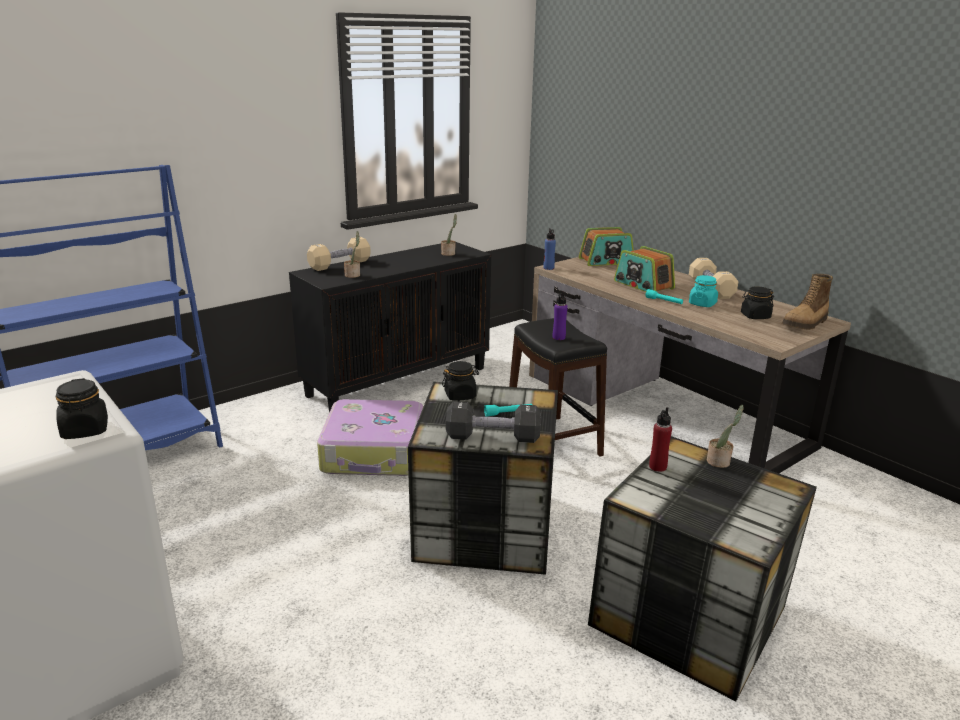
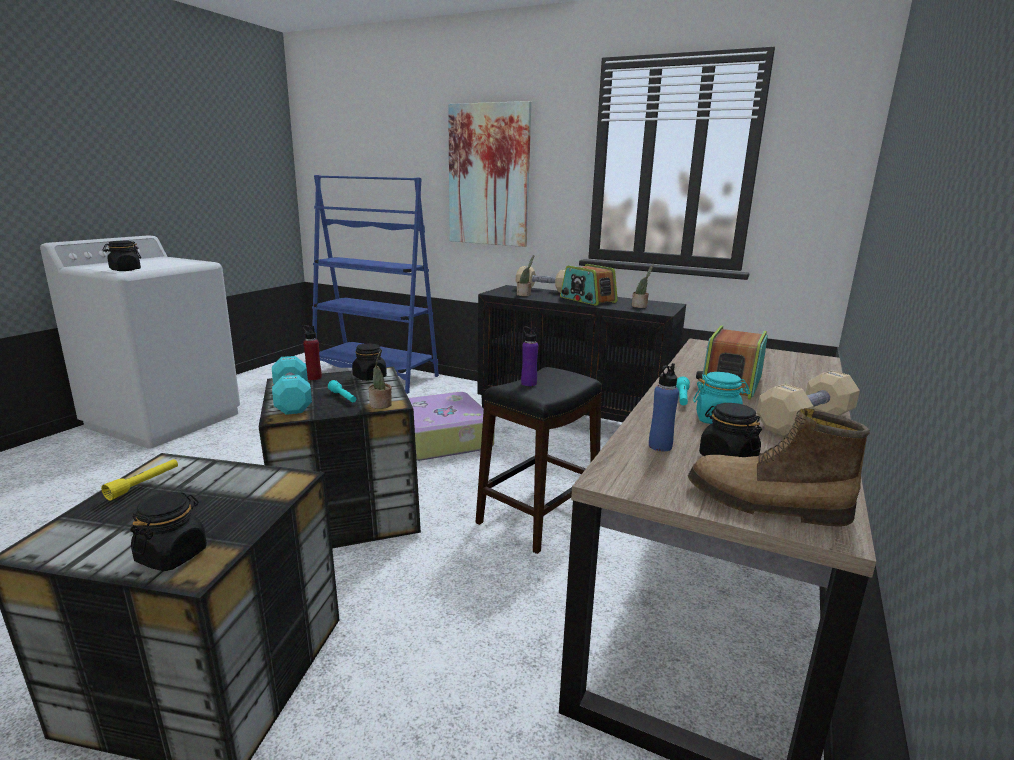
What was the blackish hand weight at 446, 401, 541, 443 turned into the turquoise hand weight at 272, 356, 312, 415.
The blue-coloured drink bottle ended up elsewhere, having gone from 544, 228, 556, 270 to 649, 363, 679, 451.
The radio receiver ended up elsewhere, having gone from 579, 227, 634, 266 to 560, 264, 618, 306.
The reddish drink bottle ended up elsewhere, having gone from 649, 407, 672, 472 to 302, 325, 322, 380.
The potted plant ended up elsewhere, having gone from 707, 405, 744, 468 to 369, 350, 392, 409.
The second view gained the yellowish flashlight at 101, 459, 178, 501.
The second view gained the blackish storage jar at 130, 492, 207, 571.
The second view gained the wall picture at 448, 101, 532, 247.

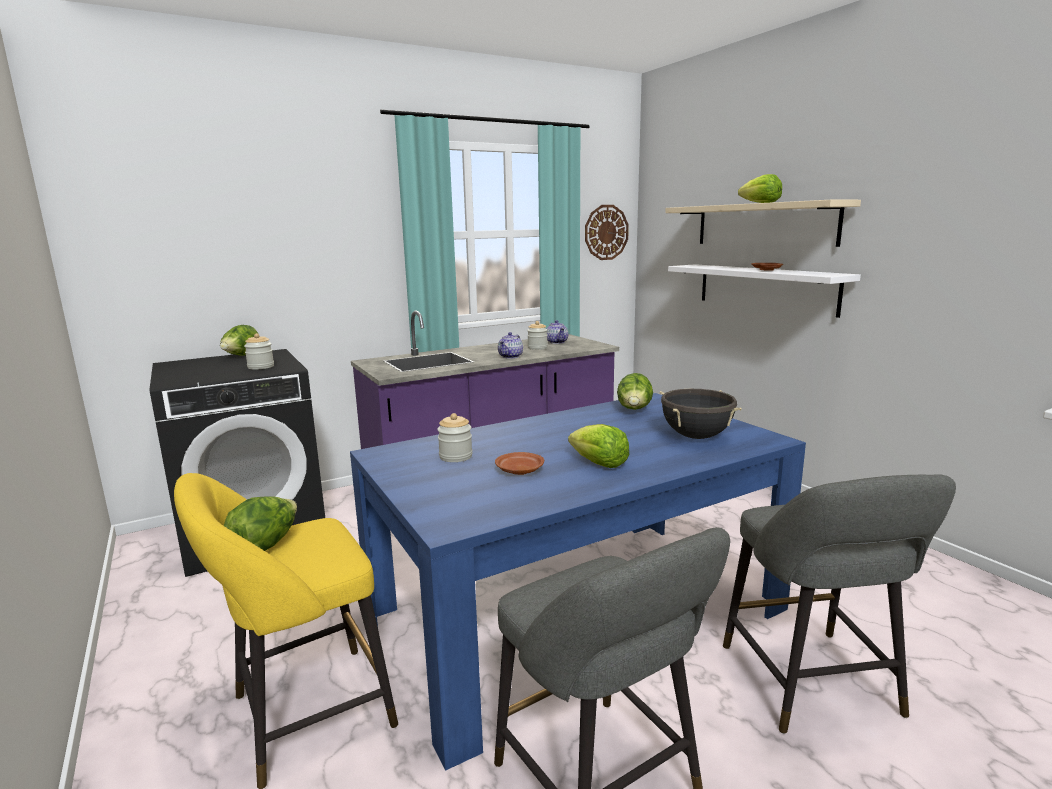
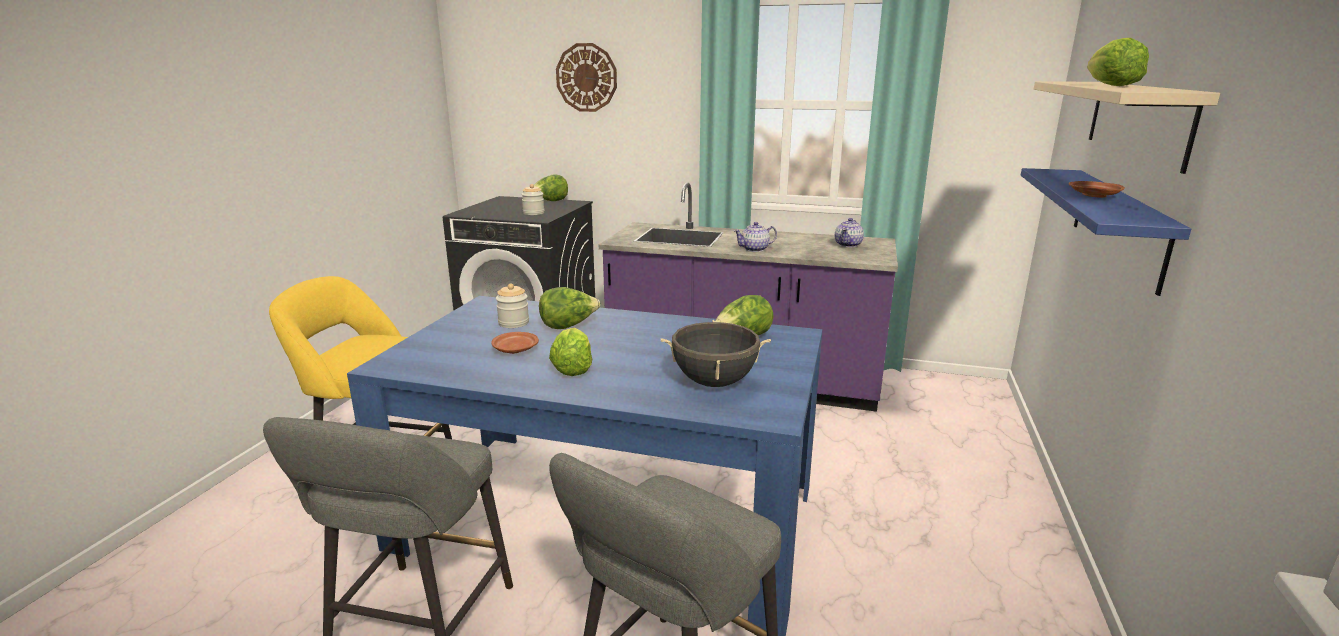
The lettuce head ended up elsewhere, having gone from 224, 497, 297, 551 to 539, 287, 600, 329.
The second view lost the storage jar at 527, 321, 548, 350.
The clock on the wall ended up elsewhere, having gone from 585, 205, 629, 260 to 556, 43, 617, 112.
What was the whitish bracket shelf at 668, 264, 861, 318 turned into the blue-coloured bracket shelf at 1021, 168, 1191, 296.

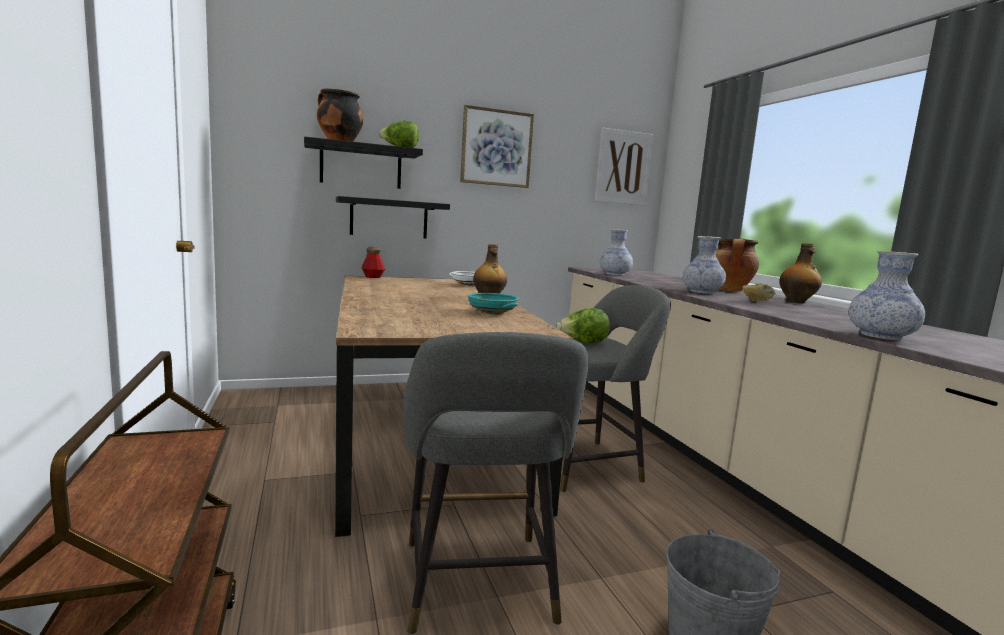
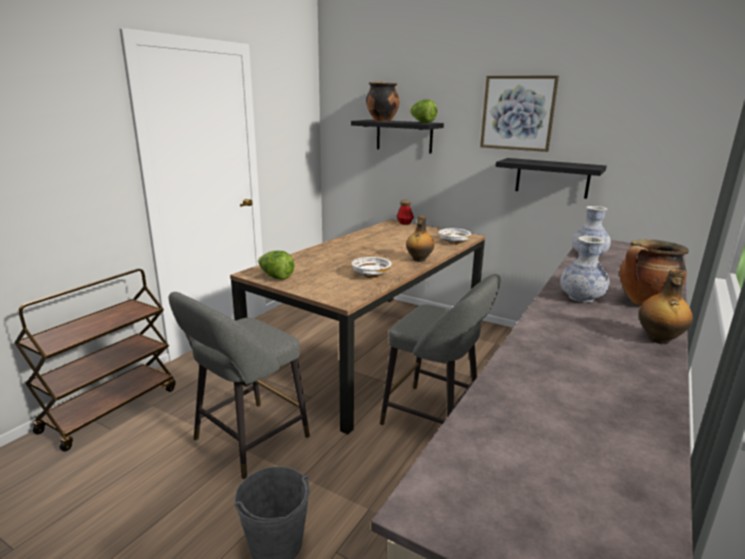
The blackish bracket shelf ended up elsewhere, having gone from 336, 196, 450, 239 to 496, 158, 607, 199.
What was the turquoise deep dish at 468, 293, 519, 315 turned into the whitish deep dish at 352, 257, 392, 278.
The lettuce head ended up elsewhere, having gone from 557, 308, 610, 343 to 258, 251, 295, 280.
The second view lost the wall picture at 595, 128, 654, 206.
The second view lost the bread at 743, 283, 776, 301.
The second view lost the flower vase at 849, 250, 925, 340.

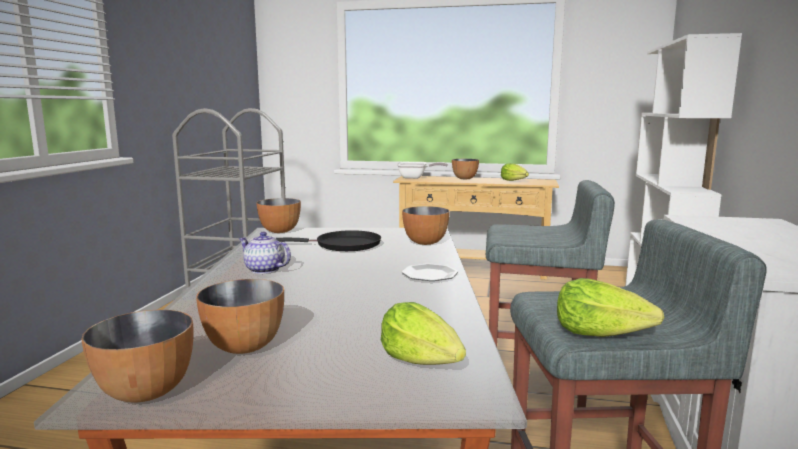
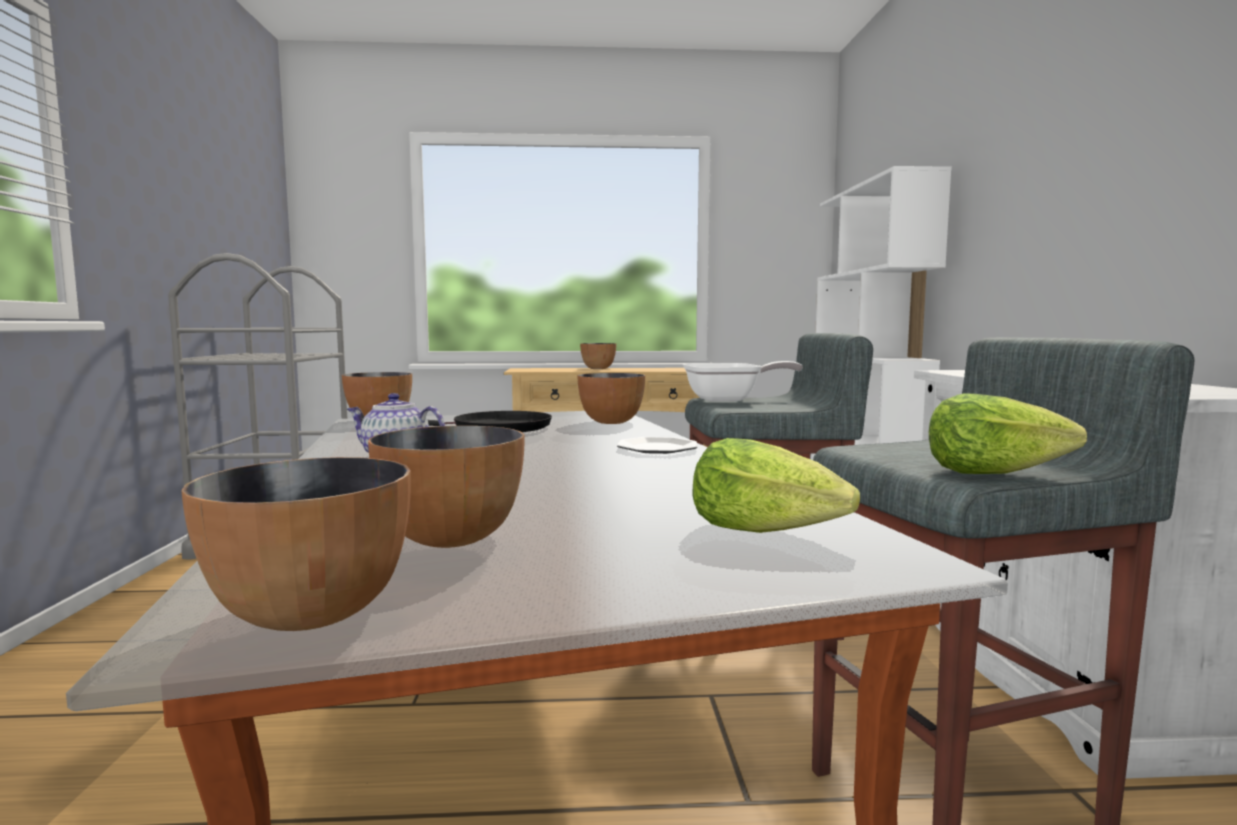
The skillet ended up elsewhere, having gone from 397, 162, 448, 179 to 683, 361, 803, 402.
The second view lost the lettuce head at 501, 163, 529, 181.

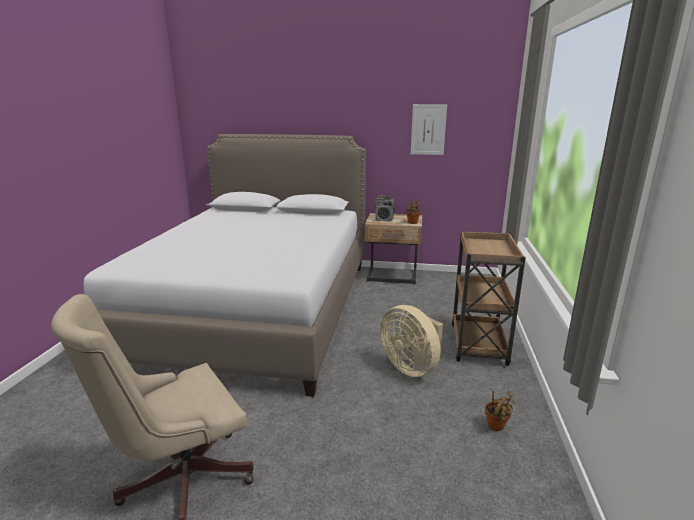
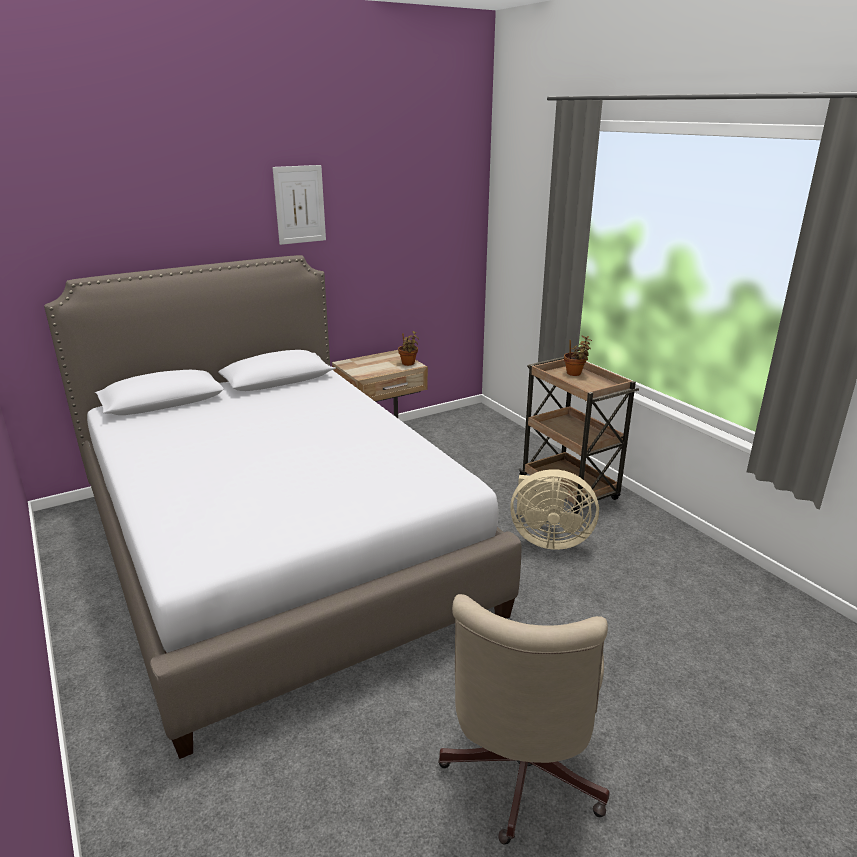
The second view lost the radio receiver at 375, 195, 395, 221.
The wall picture ended up elsewhere, having gone from 411, 104, 447, 155 to 272, 165, 326, 245.
The potted plant ended up elsewhere, having gone from 485, 391, 515, 431 to 564, 336, 592, 376.

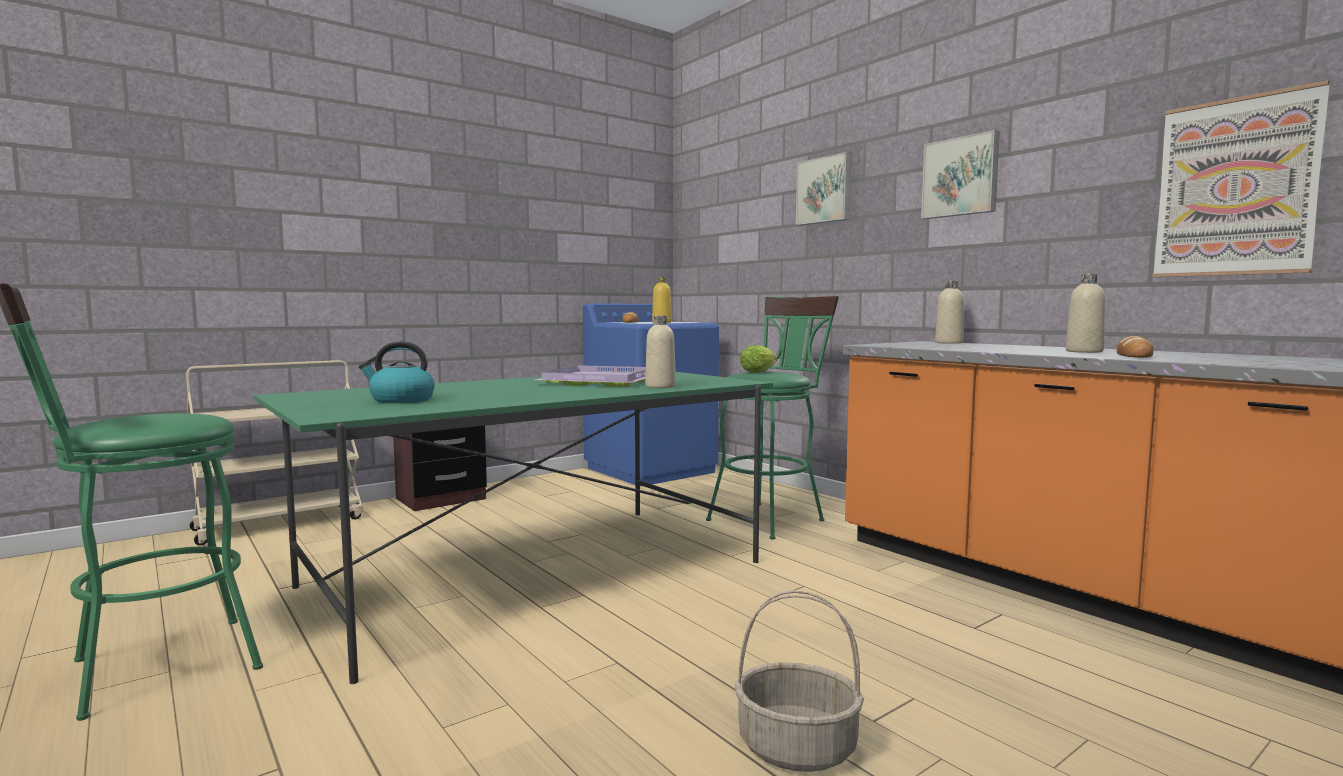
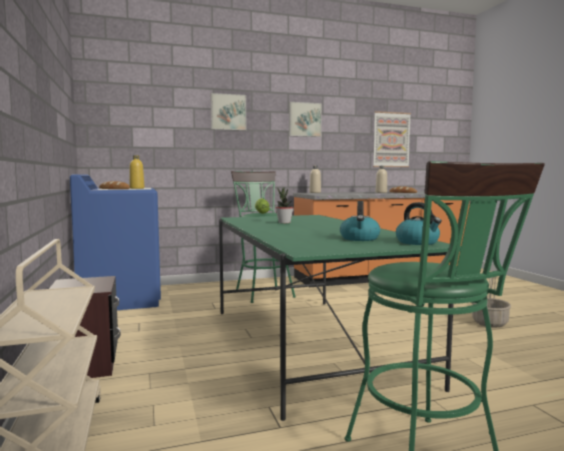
Where the purple tray stood at 535, 365, 646, 387, the potted plant came to stand at 275, 187, 294, 224.
The second view lost the sand-coloured drink bottle at 645, 316, 676, 388.
The second view gained the kettle at 396, 202, 442, 245.

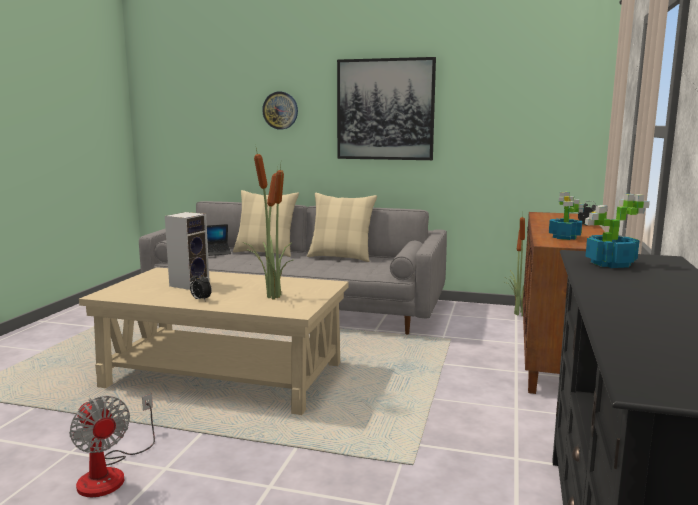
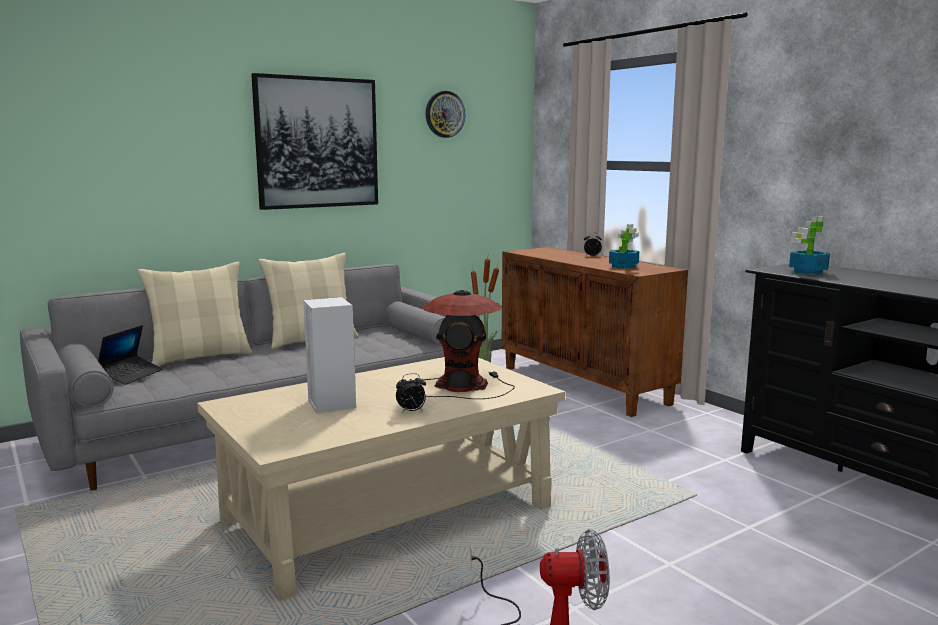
Where the potted plant stood at 243, 144, 294, 300, the table lamp came to stand at 412, 290, 515, 399.
The clock on the wall ended up elsewhere, having gone from 262, 92, 298, 129 to 426, 91, 465, 138.

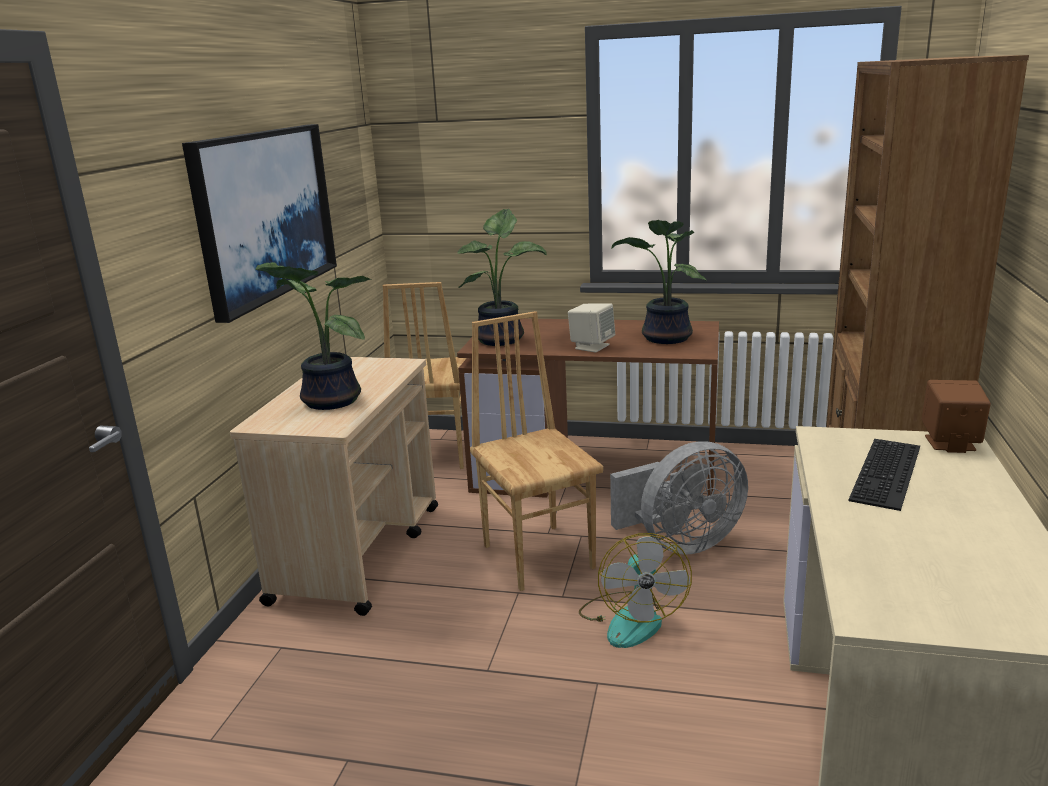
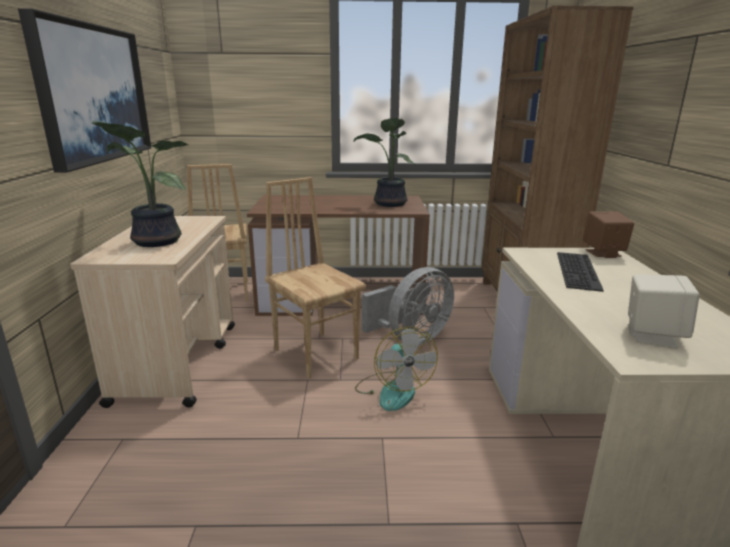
The second view lost the potted plant at 457, 209, 547, 346.
The sand-coloured audio speaker ended up elsewhere, having gone from 568, 303, 615, 353 to 628, 275, 700, 348.

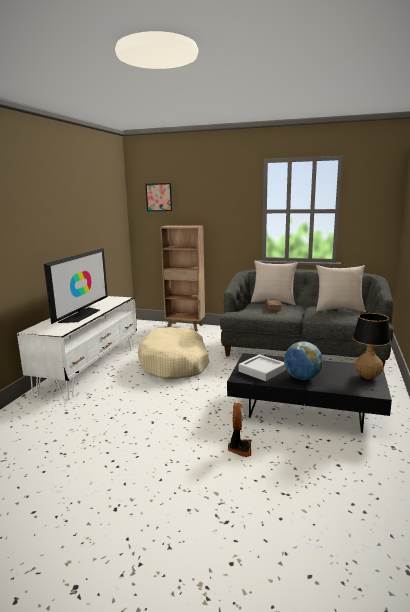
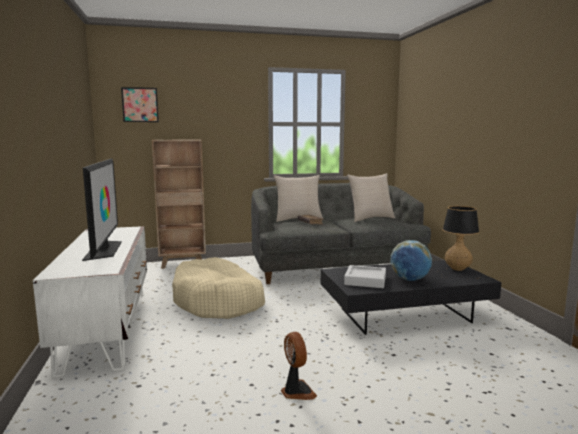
The fan ended up elsewhere, having gone from 228, 403, 251, 457 to 281, 332, 317, 400.

